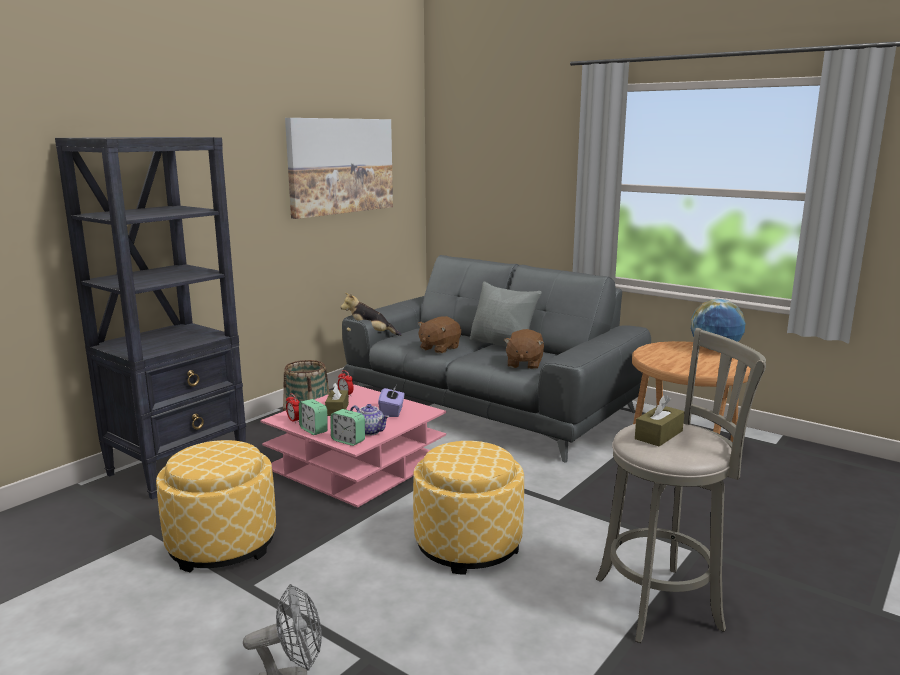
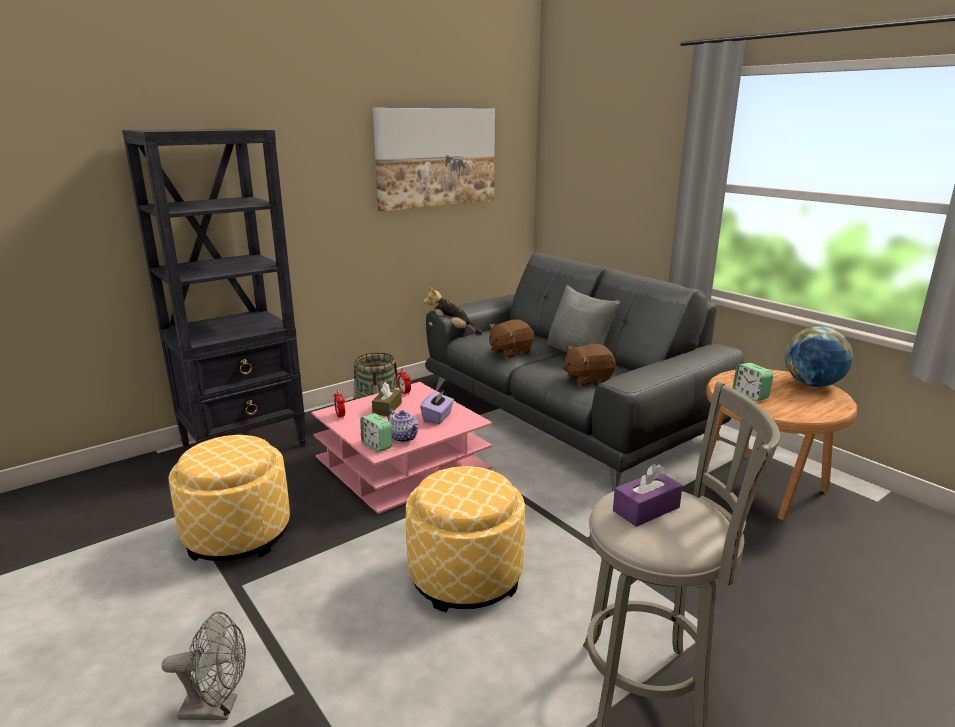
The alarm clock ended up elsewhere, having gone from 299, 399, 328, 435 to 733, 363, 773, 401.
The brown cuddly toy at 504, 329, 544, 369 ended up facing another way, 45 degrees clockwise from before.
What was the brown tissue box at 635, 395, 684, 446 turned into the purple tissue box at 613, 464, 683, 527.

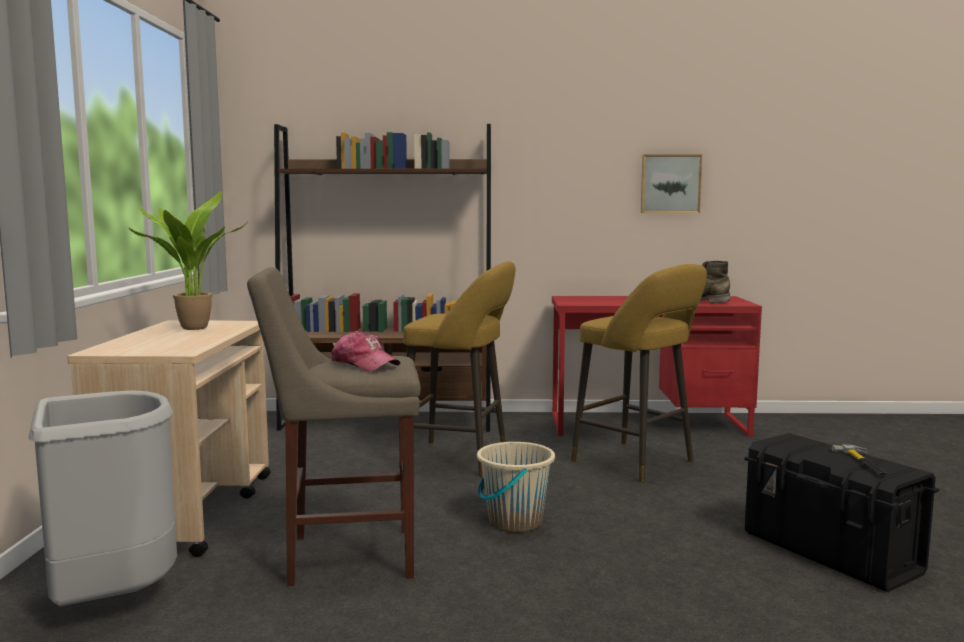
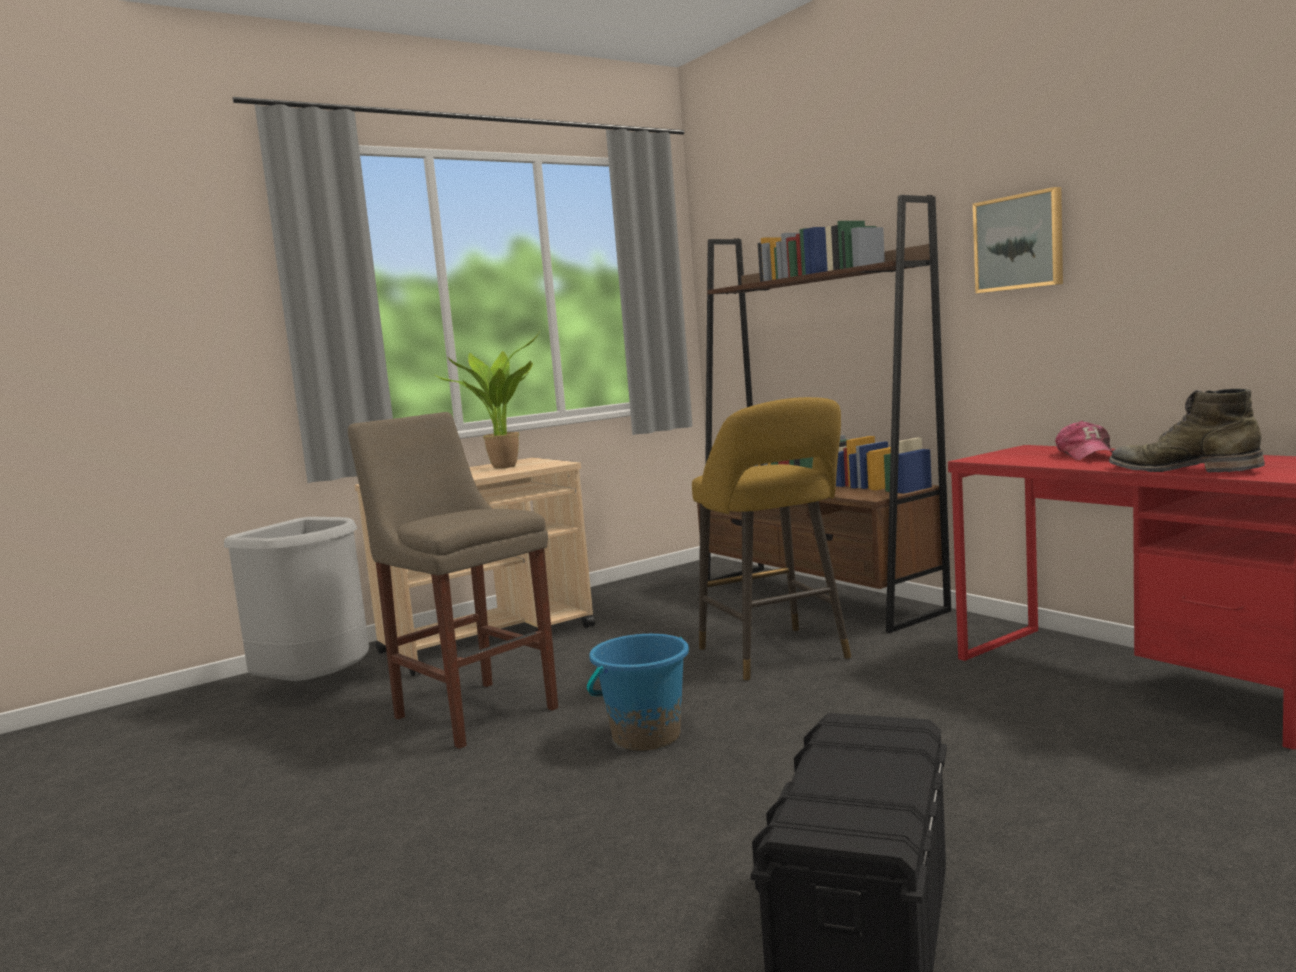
The baseball cap ended up elsewhere, having gone from 331, 331, 400, 371 to 1055, 421, 1113, 460.
What was the sand-coloured bucket at 477, 442, 555, 533 turned into the blue-coloured bucket at 587, 634, 689, 751.
The second view lost the yellowish sitting stool at 571, 264, 707, 482.
The wall picture ended up elsewhere, having gone from 641, 154, 702, 213 to 973, 187, 1063, 293.
The second view lost the tool hammer at 832, 444, 887, 476.

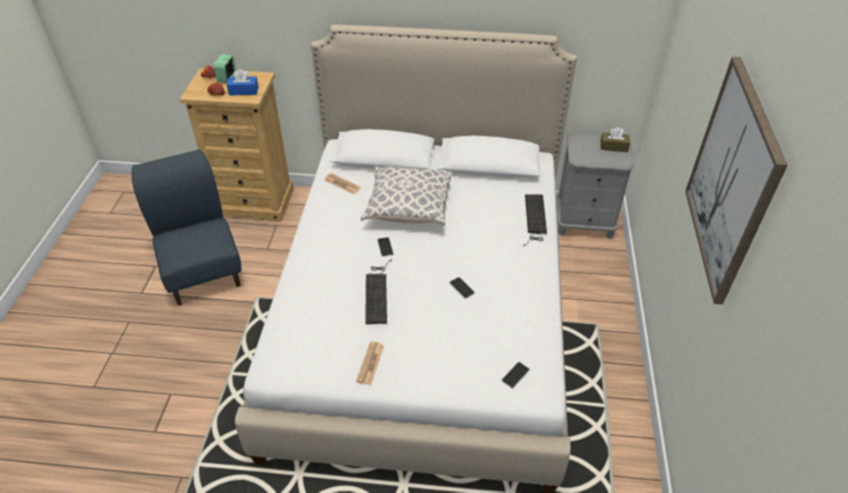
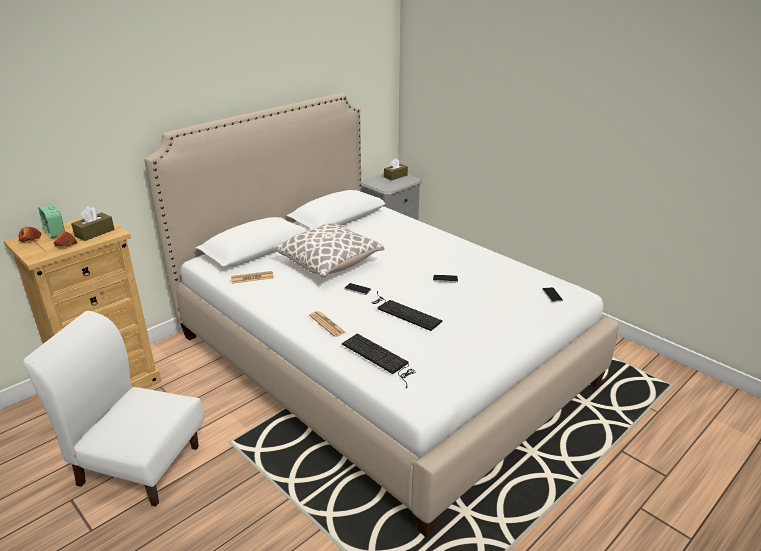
What was the blue-coloured chair at 132, 150, 241, 306 turned into the whitish chair at 23, 311, 204, 506.
What was the blue-coloured tissue box at 227, 69, 259, 96 turned into the brown tissue box at 71, 206, 114, 241.
The newspaper ended up elsewhere, having gone from 356, 342, 384, 385 to 309, 311, 346, 337.
The computer keyboard ended up elsewhere, having gone from 523, 195, 547, 246 to 342, 334, 415, 389.
The second view lost the wall picture at 685, 57, 788, 304.

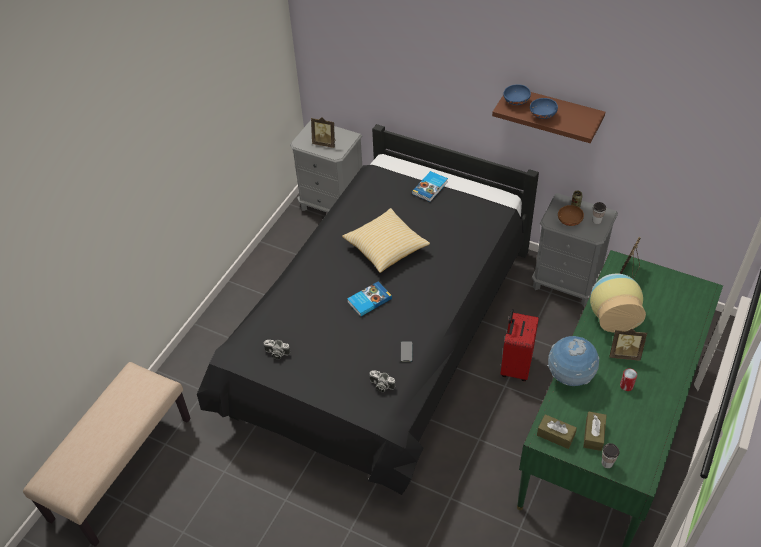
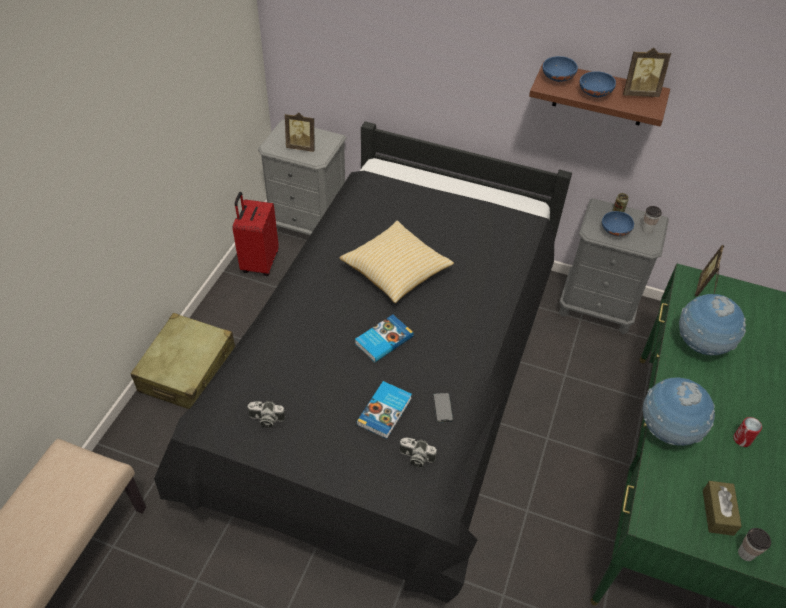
The volume ended up elsewhere, having gone from 412, 171, 448, 202 to 356, 381, 412, 439.
The reddish piece of luggage ended up elsewhere, having gone from 500, 309, 539, 381 to 232, 192, 279, 276.
The second view lost the brown tissue box at 537, 414, 577, 449.
What was the brown deep dish at 558, 205, 584, 226 turned into the blue-coloured deep dish at 602, 211, 634, 236.
Where the flower vase stood at 590, 273, 646, 333, the world globe came to stand at 679, 294, 746, 355.
The photo frame ended up elsewhere, having gone from 609, 329, 647, 361 to 623, 48, 671, 97.
The second view gained the sand-coloured piece of luggage at 131, 313, 235, 409.

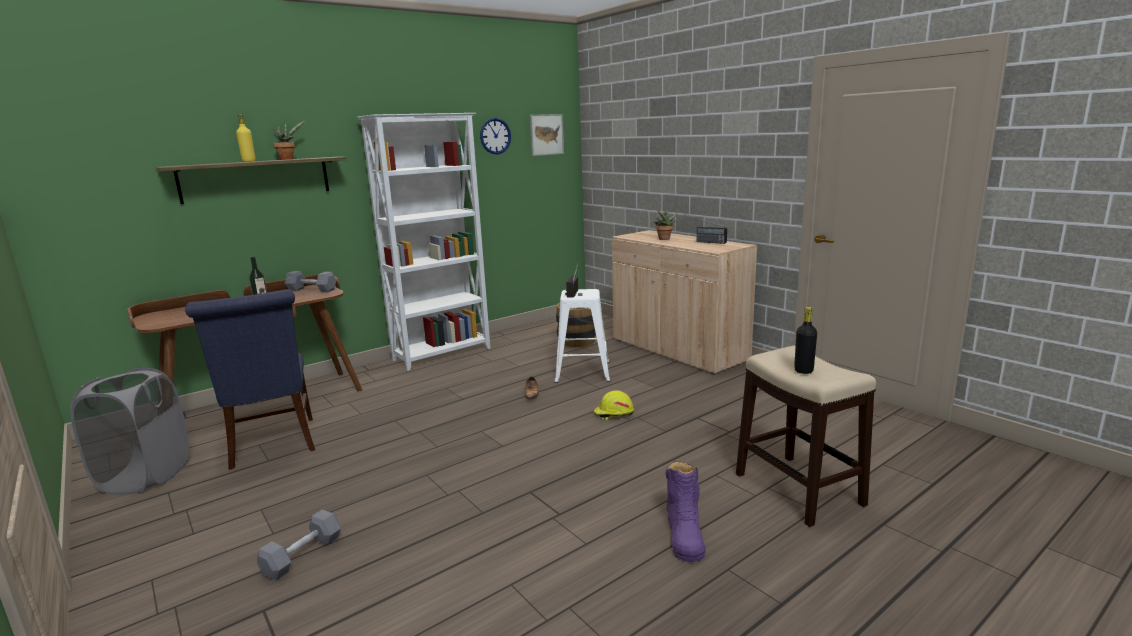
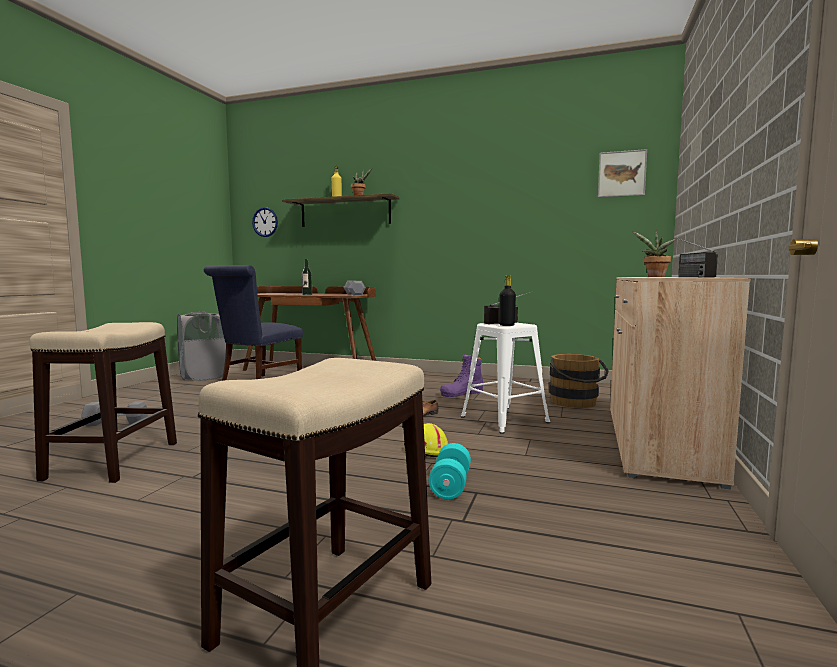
The second view lost the whitish bookcase at 357, 113, 490, 371.
The clock on the wall ended up elsewhere, having gone from 480, 118, 511, 155 to 252, 207, 278, 237.
The purple tall boot ended up elsewhere, having gone from 666, 461, 706, 562 to 440, 354, 483, 397.
The blackish drink bottle ended up elsewhere, having gone from 794, 307, 817, 374 to 499, 275, 516, 326.
The second view gained the sitting stool at 29, 322, 177, 483.
The second view gained the turquoise hand weight at 429, 443, 471, 500.

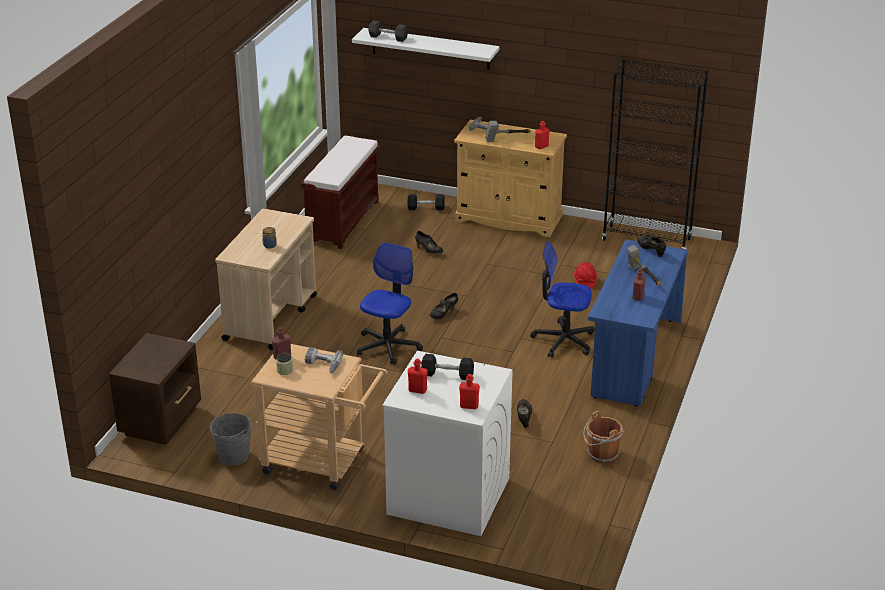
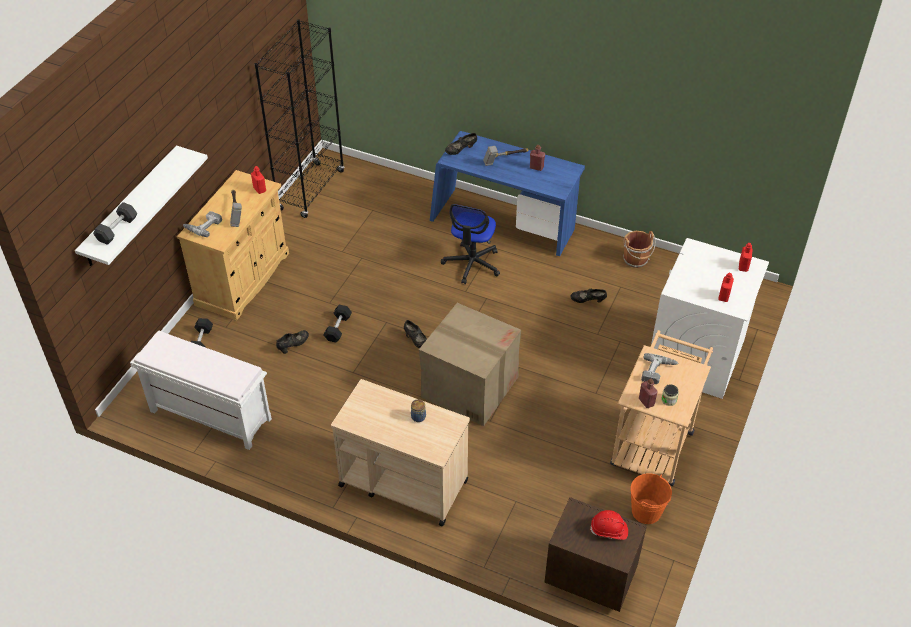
What was the gray bucket at 210, 413, 252, 466 turned into the orange-coloured bucket at 630, 473, 672, 524.
What was the brown bench at 301, 136, 380, 249 turned into the whitish bench at 130, 331, 272, 450.
Where the office chair stood at 357, 242, 423, 365, the carton came to stand at 419, 303, 521, 426.
The blackish hand weight ended up elsewhere, having gone from 421, 354, 474, 380 to 323, 305, 352, 343.
The reddish safety helmet ended up elsewhere, having gone from 574, 262, 597, 289 to 590, 510, 628, 540.

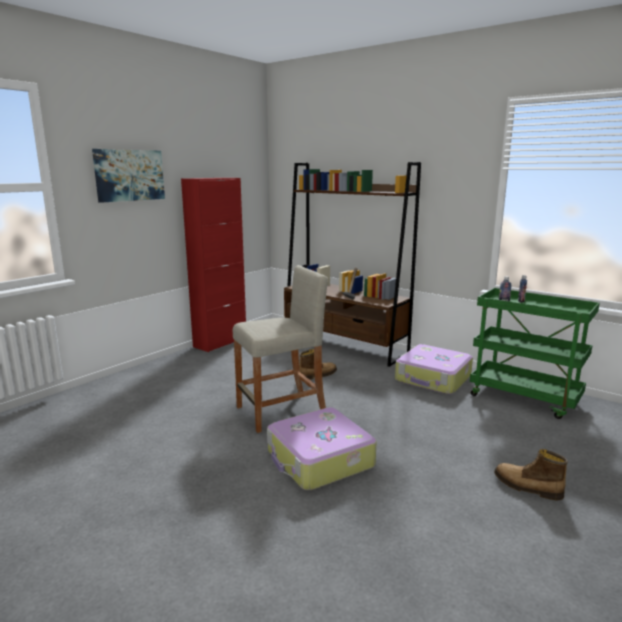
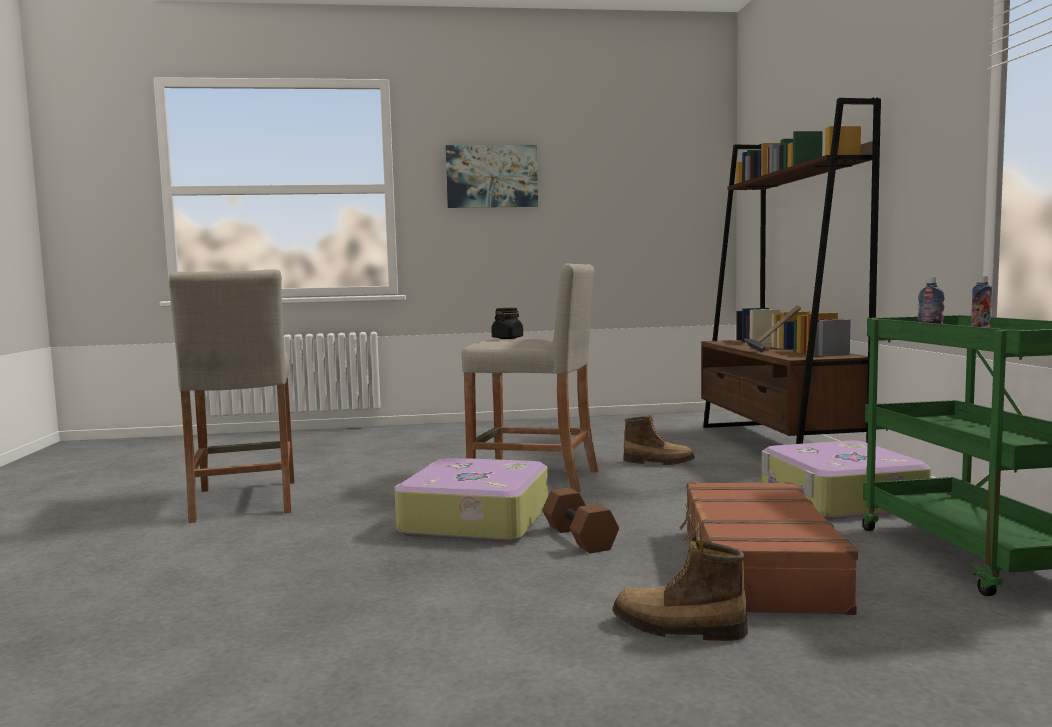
The second view lost the reddish storage cabinet at 181, 178, 246, 352.
The tall boot at 494, 449, 568, 500 ended up facing another way, 60 degrees counterclockwise from before.
The second view gained the sand-coloured sitting stool at 169, 270, 295, 523.
The second view gained the blackish storage jar at 491, 308, 523, 339.
The second view gained the brown hand weight at 542, 488, 619, 553.
The second view gained the brown piece of luggage at 679, 481, 858, 615.

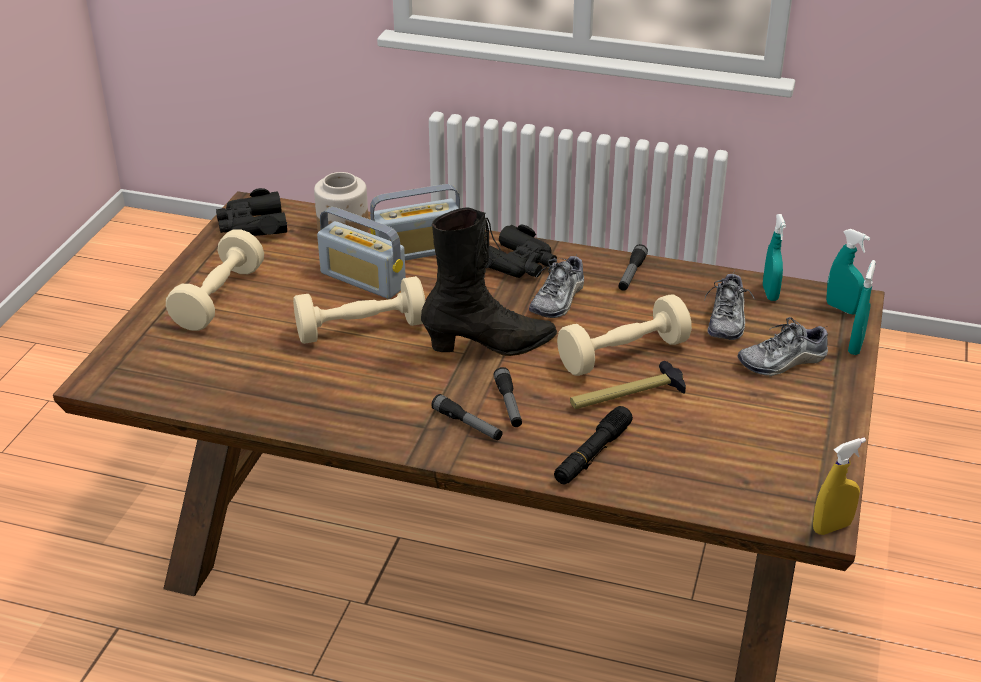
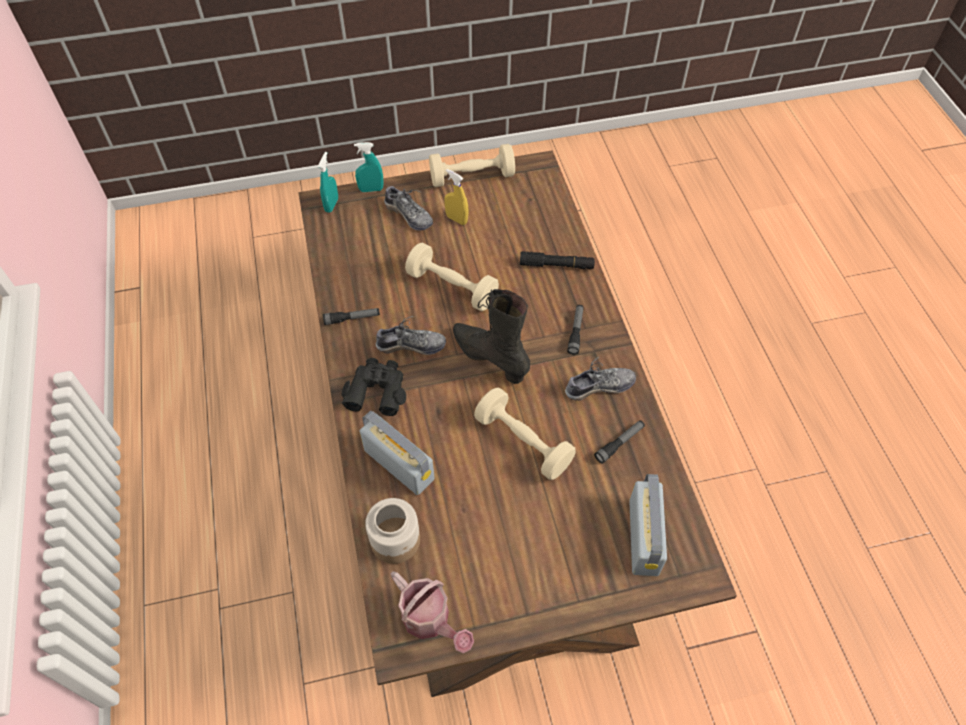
The sand-coloured hand weight ended up elsewhere, having gone from 166, 229, 264, 331 to 429, 144, 515, 187.
Where the blackish field glasses stood at 216, 188, 287, 236, the sprinkling can came to stand at 390, 571, 474, 653.
The radio receiver ended up elsewhere, having gone from 317, 207, 406, 299 to 629, 474, 667, 576.
The flashlight ended up elsewhere, having gone from 493, 367, 522, 427 to 594, 420, 645, 464.
The second view lost the tool hammer at 570, 361, 686, 409.
The low shoe ended up elsewhere, having gone from 704, 269, 755, 340 to 565, 357, 636, 401.
The second view lost the turquoise sprayer at 763, 214, 786, 301.
The yellowish sprayer ended up elsewhere, having gone from 813, 438, 866, 535 to 445, 169, 469, 225.

